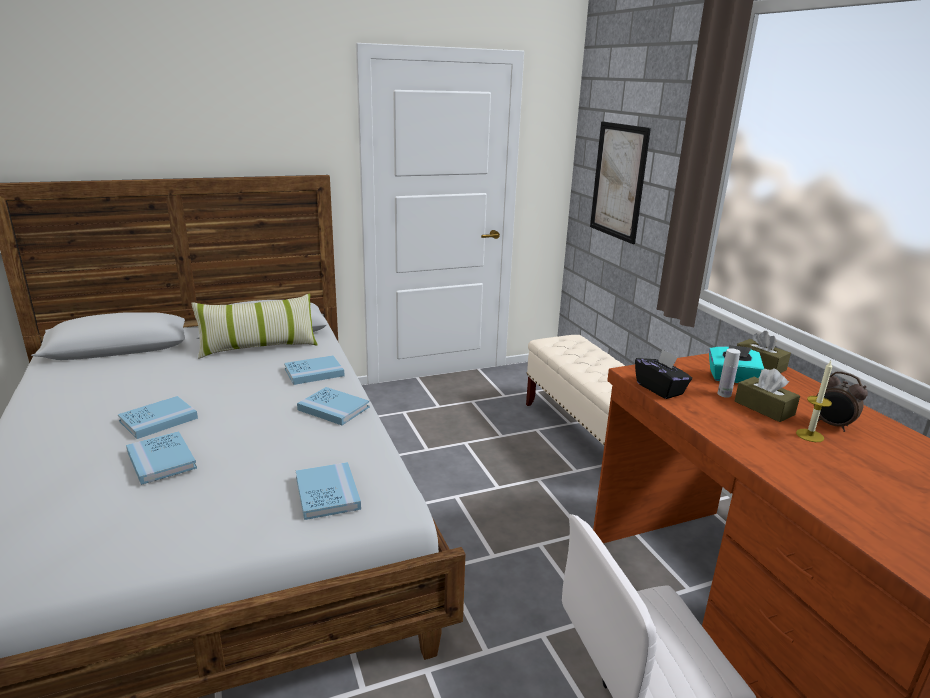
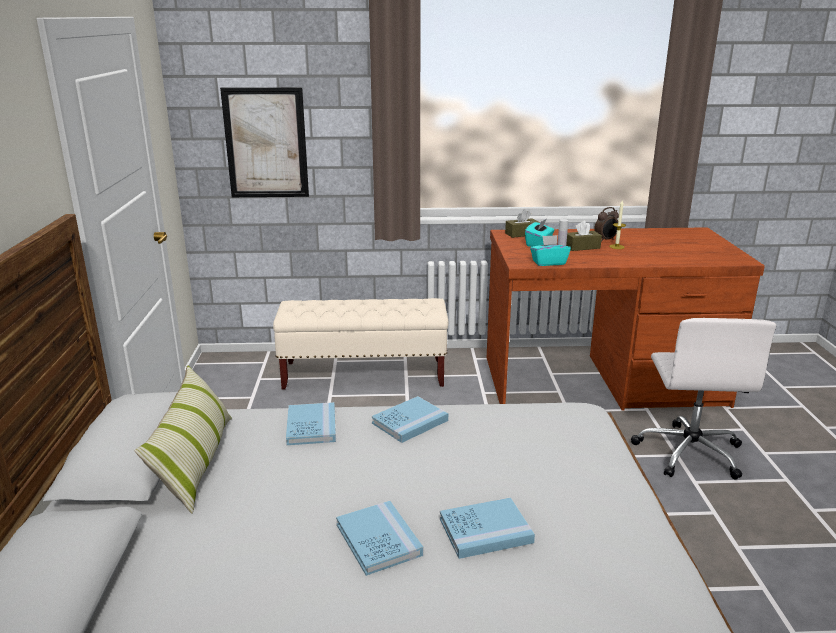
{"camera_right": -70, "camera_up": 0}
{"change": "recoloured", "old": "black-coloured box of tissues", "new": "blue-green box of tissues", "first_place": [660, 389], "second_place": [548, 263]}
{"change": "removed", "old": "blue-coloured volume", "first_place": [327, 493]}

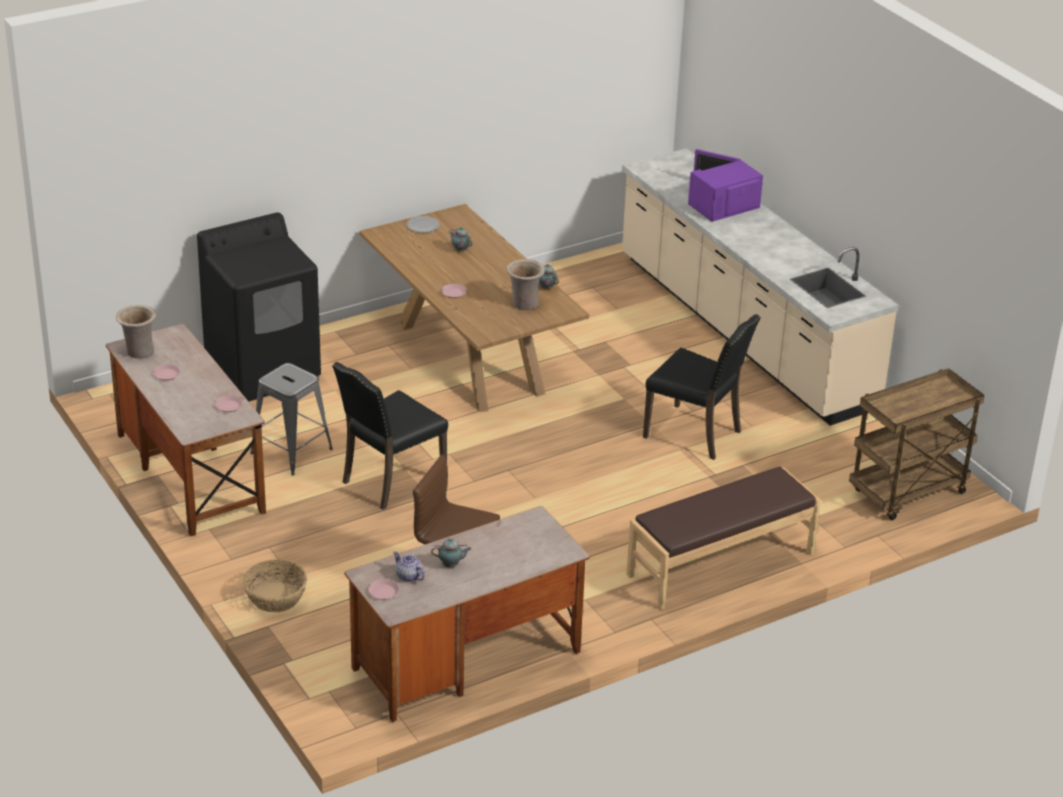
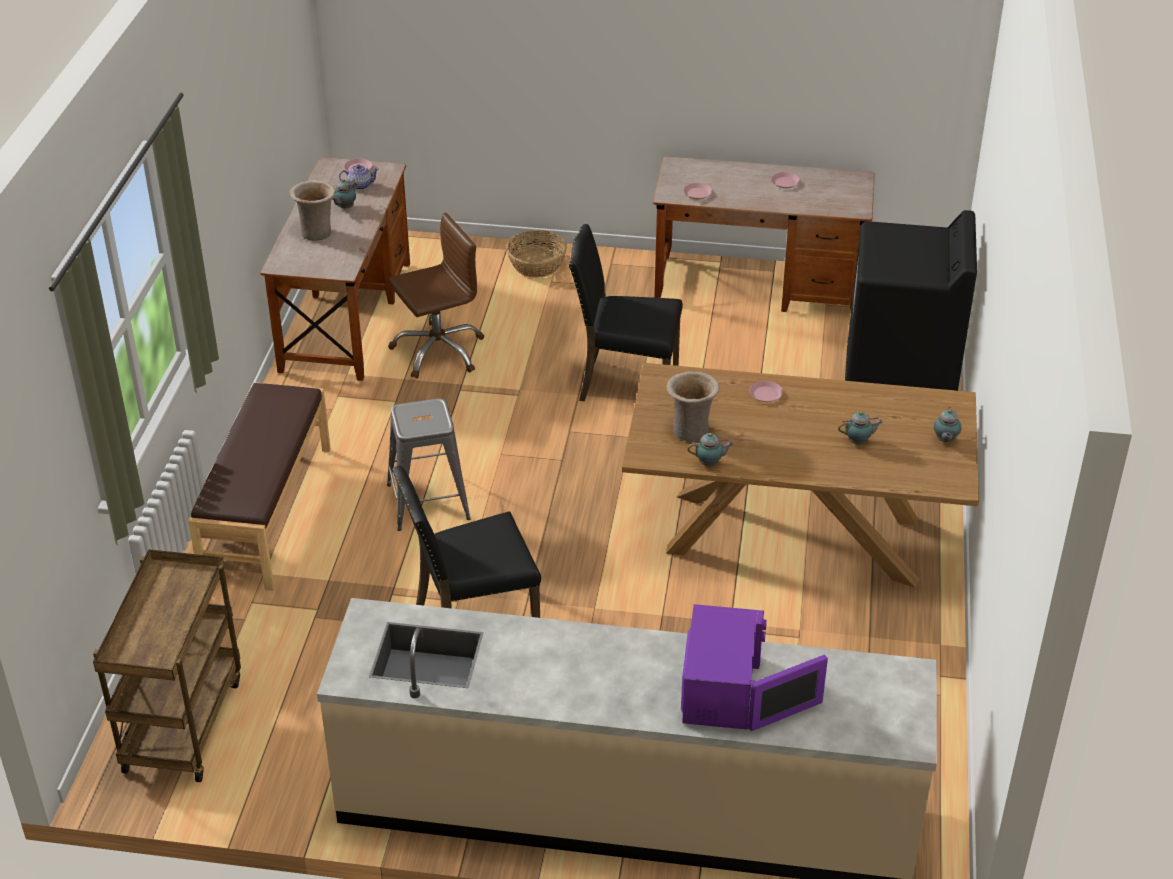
{"camera_right": 130, "camera_up": 5}
{"change": "replaced", "old": "dinner plate", "new": "teapot", "first_place": [423, 226], "second_place": [945, 441]}
{"change": "moved", "old": "sand-coloured flower vase", "first_place": [138, 352], "second_place": [317, 232]}
{"change": "turned", "old": "black-coloured plain chair", "first_place": [391, 480], "second_place": [626, 384], "degrees": -75}
{"change": "moved", "old": "greyish stool seat", "first_place": [291, 451], "second_place": [428, 501]}

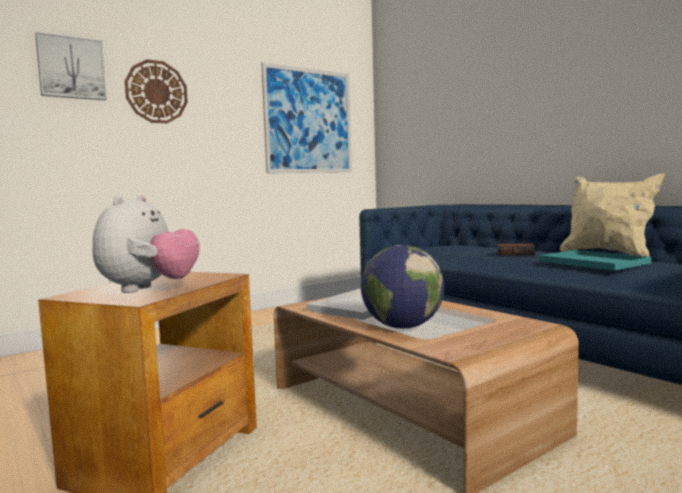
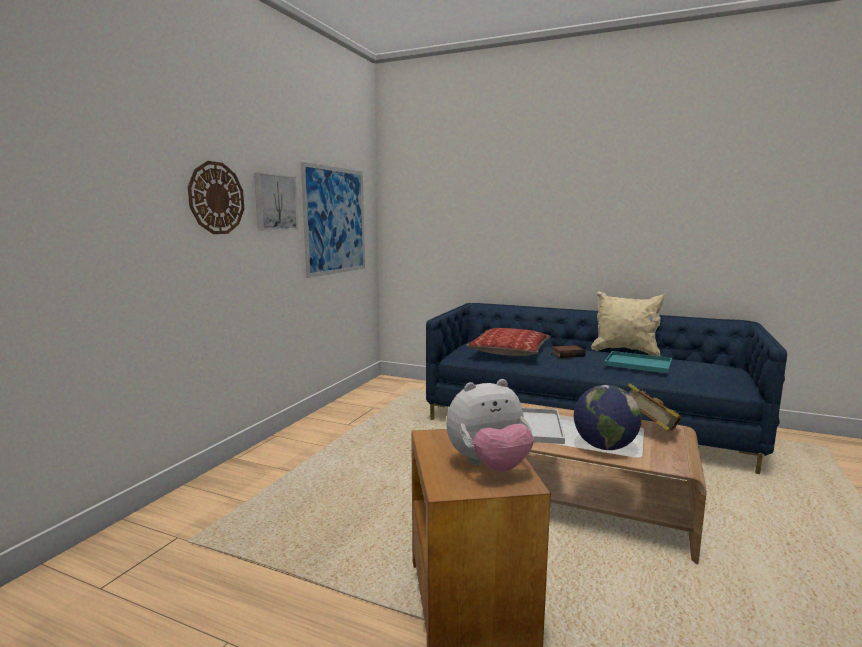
{"camera_right": -30, "camera_up": 5}
{"change": "moved", "old": "wall picture", "first_place": [71, 68], "second_place": [274, 202]}
{"change": "turned", "old": "plush toy", "first_place": [149, 289], "second_place": [489, 466], "degrees": 90}
{"change": "added", "new": "throw pillow", "second_place": [509, 351]}
{"change": "added", "new": "volume", "second_place": [648, 430]}

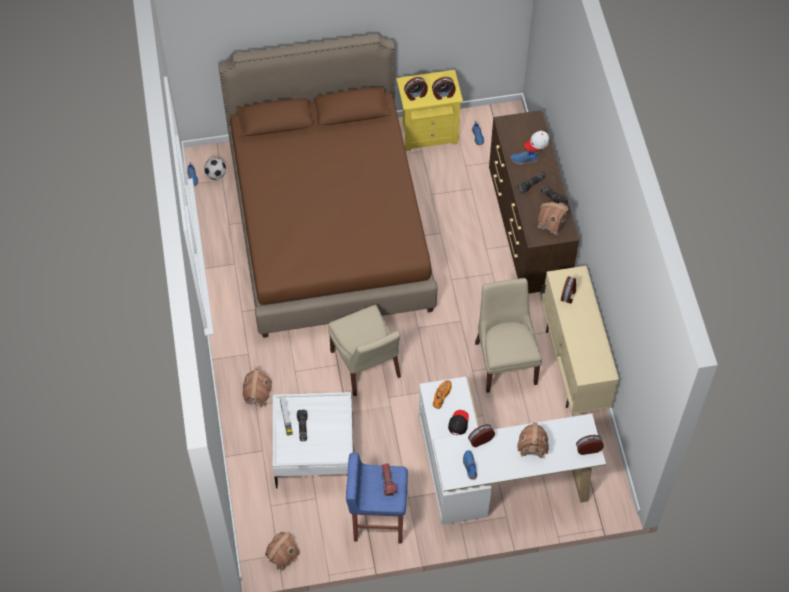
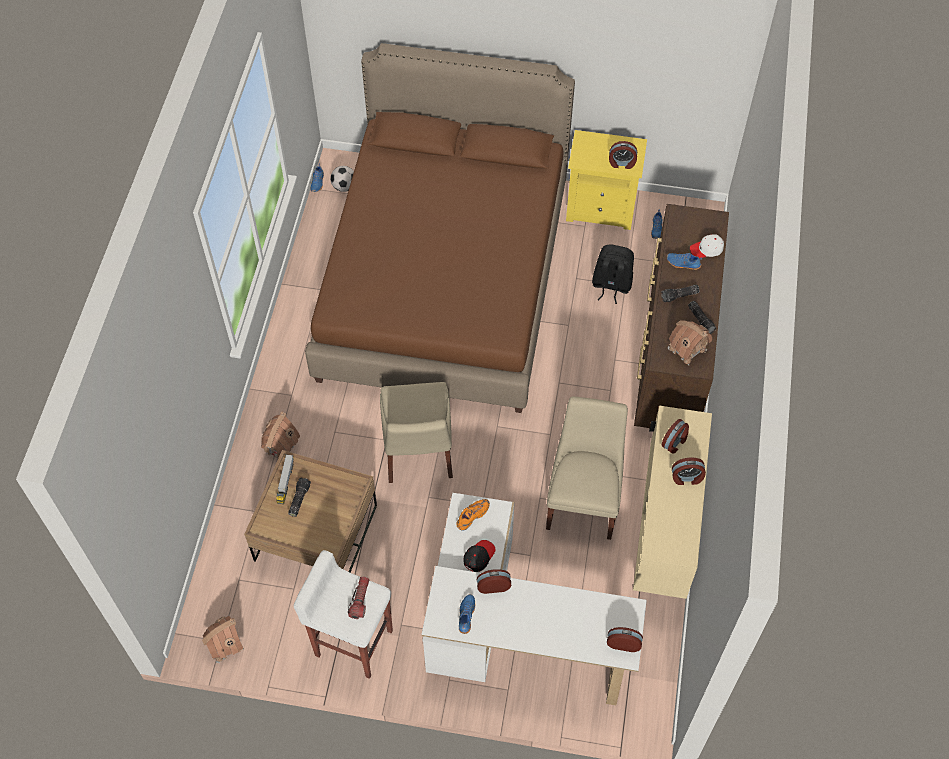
{"camera_right": 20, "camera_up": 0}
{"change": "moved", "old": "alarm clock", "first_place": [416, 95], "second_place": [687, 478]}
{"change": "recoloured", "old": "white-coloured lounge table", "new": "brown lounge table", "first_place": [314, 452], "second_place": [316, 533]}
{"change": "removed", "old": "toy house", "first_place": [532, 447]}
{"change": "recoloured", "old": "blue-coloured stool seat", "new": "white-coloured stool seat", "first_place": [378, 521], "second_place": [353, 641]}
{"change": "added", "new": "black-coloured knapsack", "second_place": [611, 285]}

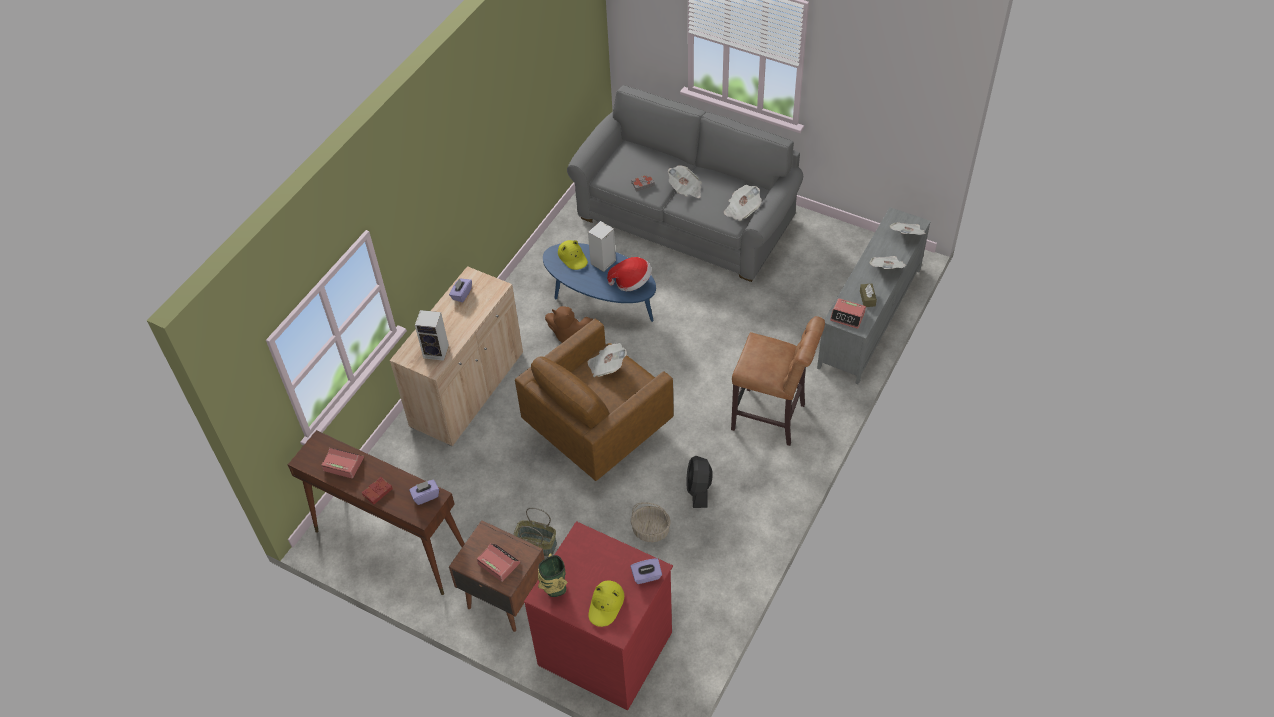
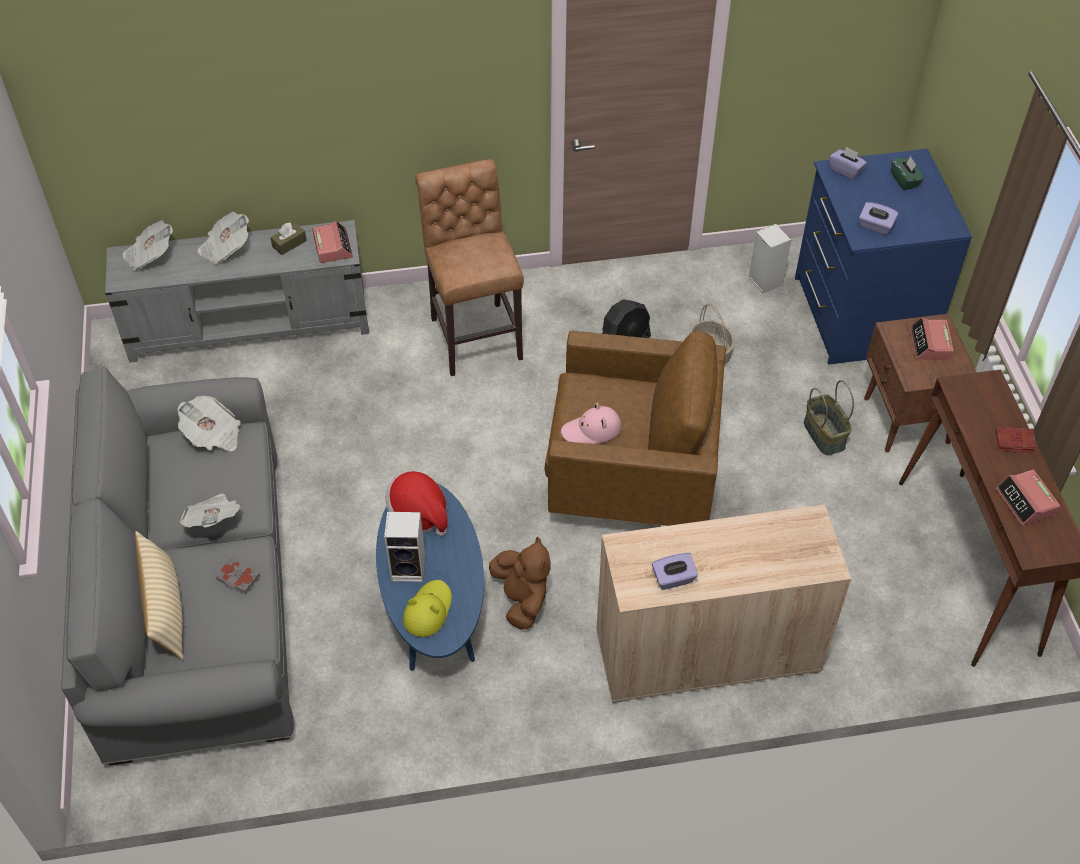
{"camera_right": -130, "camera_up": 0}
{"change": "moved", "old": "audio speaker", "first_place": [437, 351], "second_place": [764, 280]}
{"change": "replaced", "old": "newspaper", "new": "pink wearable hat", "first_place": [606, 366], "second_place": [592, 430]}
{"change": "moved", "old": "purplish box of tissues", "first_place": [425, 496], "second_place": [875, 226]}
{"change": "recoloured", "old": "red-coloured dresser", "new": "blue-coloured dresser", "first_place": [606, 646], "second_place": [860, 314]}
{"change": "removed", "old": "flower vase", "first_place": [554, 589]}
{"change": "replaced", "old": "yellow-coloured wearable hat", "new": "green box of tissues", "first_place": [606, 605], "second_place": [904, 180]}
{"change": "added", "new": "sand-coloured throw pillow", "second_place": [166, 609]}

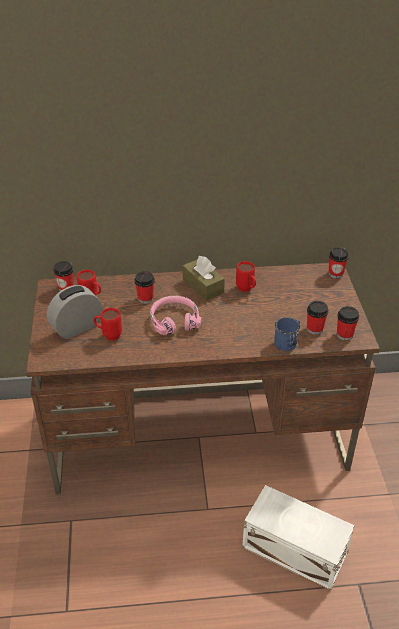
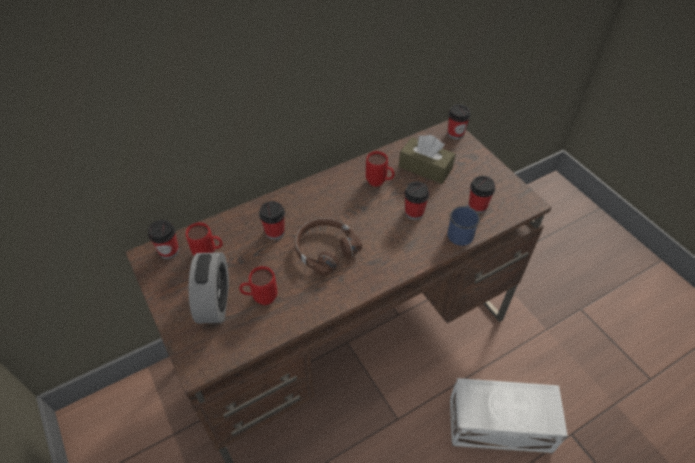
{"camera_right": -25, "camera_up": 10}
{"change": "moved", "old": "brown box of tissues", "first_place": [203, 286], "second_place": [425, 168]}
{"change": "turned", "old": "alarm clock", "first_place": [77, 327], "second_place": [215, 302], "degrees": 150}
{"change": "recoloured", "old": "pink pair of headphones", "new": "brown pair of headphones", "first_place": [174, 320], "second_place": [325, 249]}
{"change": "moved", "old": "cup", "first_place": [344, 334], "second_place": [414, 213]}

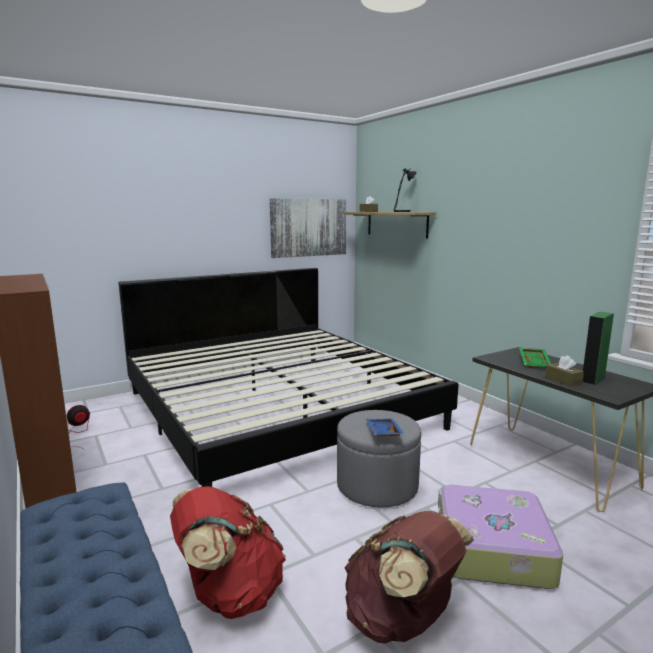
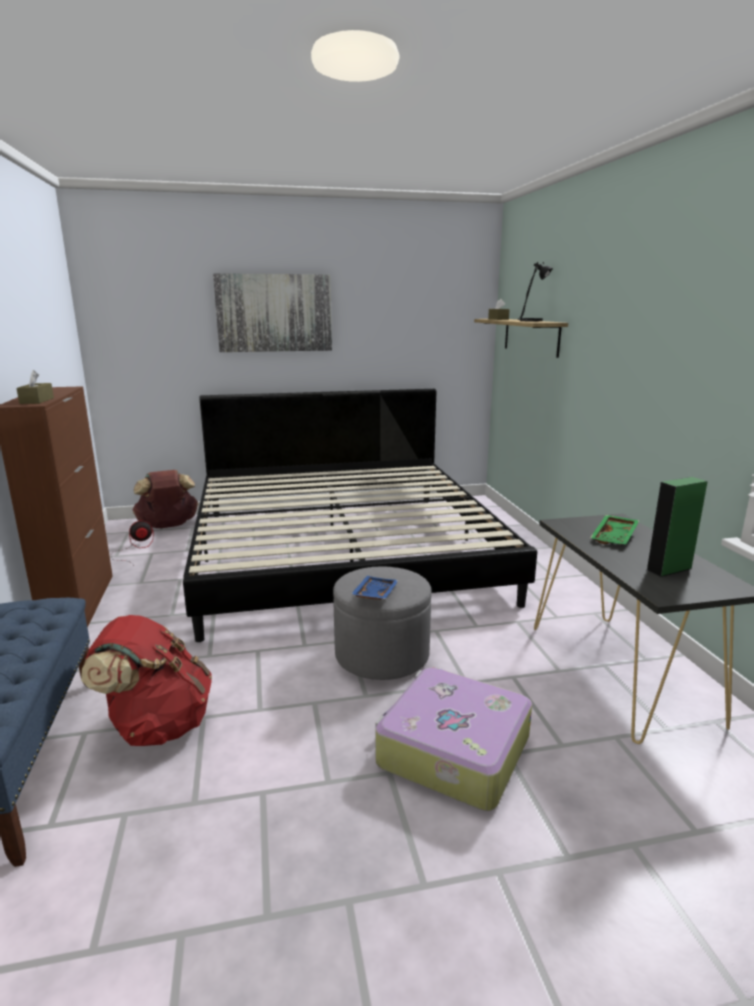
{"camera_right": 20, "camera_up": 5}
{"change": "moved", "old": "wall picture", "first_place": [309, 227], "second_place": [274, 313]}
{"change": "moved", "old": "brown box of tissues", "first_place": [563, 380], "second_place": [37, 401]}
{"change": "moved", "old": "brown knapsack", "first_place": [401, 620], "second_place": [168, 526]}

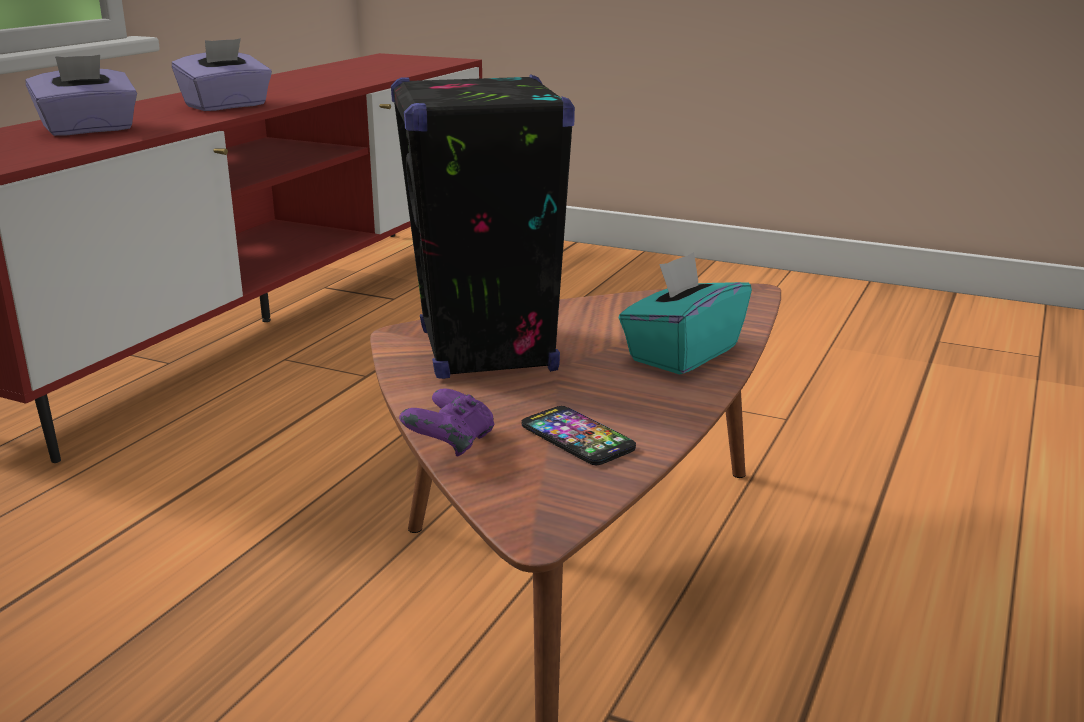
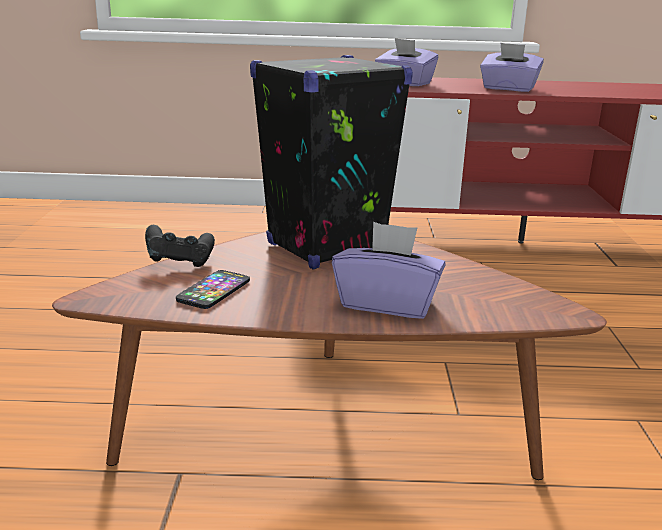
{"camera_right": 65, "camera_up": 0}
{"change": "recoloured", "old": "blue-green box of tissues", "new": "purplish box of tissues", "first_place": [682, 354], "second_place": [387, 303]}
{"change": "recoloured", "old": "purplish joypad", "new": "black-coloured joypad", "first_place": [450, 446], "second_place": [180, 262]}

